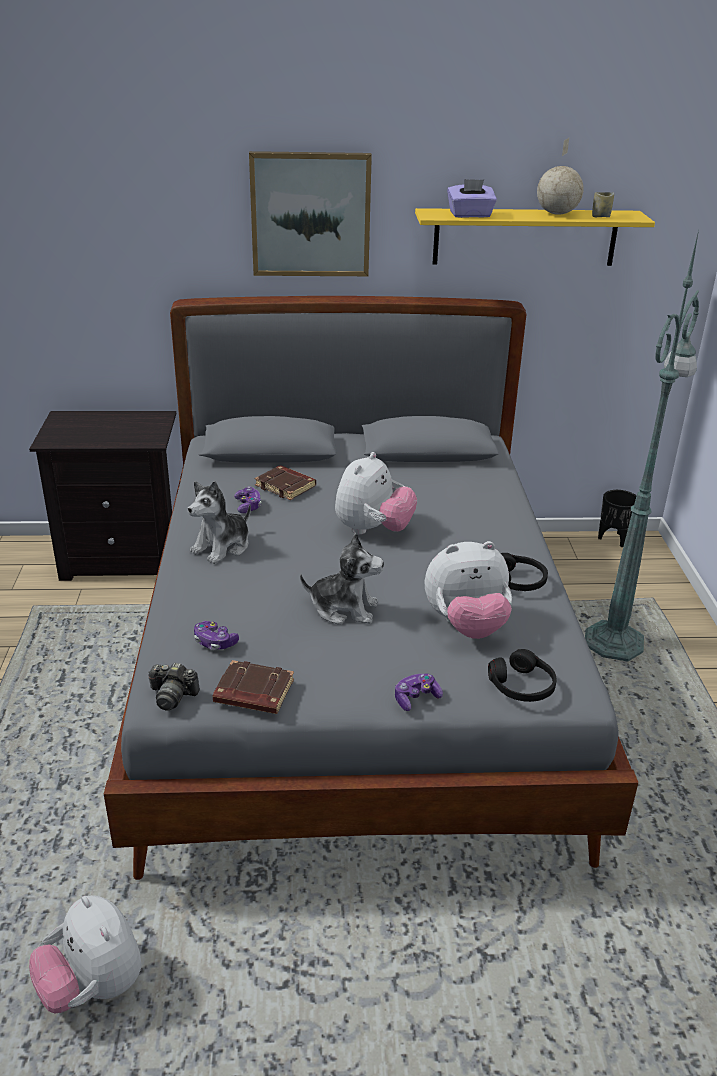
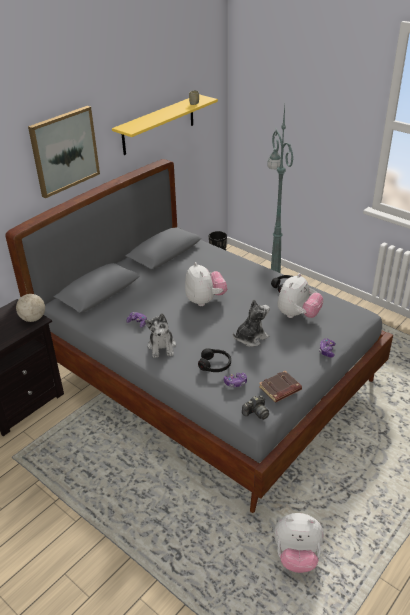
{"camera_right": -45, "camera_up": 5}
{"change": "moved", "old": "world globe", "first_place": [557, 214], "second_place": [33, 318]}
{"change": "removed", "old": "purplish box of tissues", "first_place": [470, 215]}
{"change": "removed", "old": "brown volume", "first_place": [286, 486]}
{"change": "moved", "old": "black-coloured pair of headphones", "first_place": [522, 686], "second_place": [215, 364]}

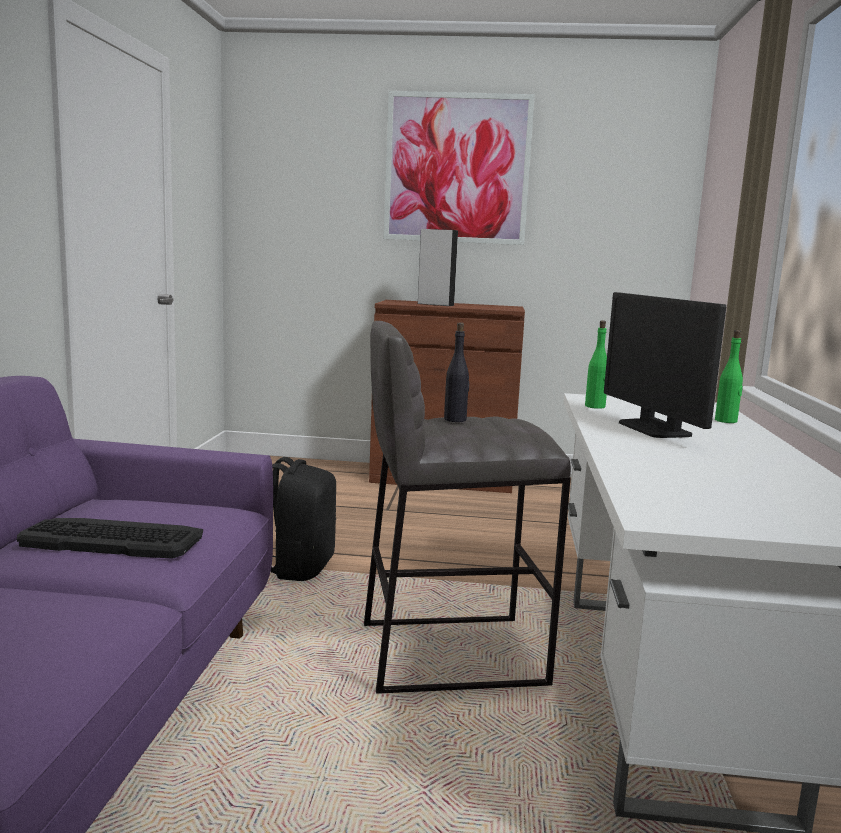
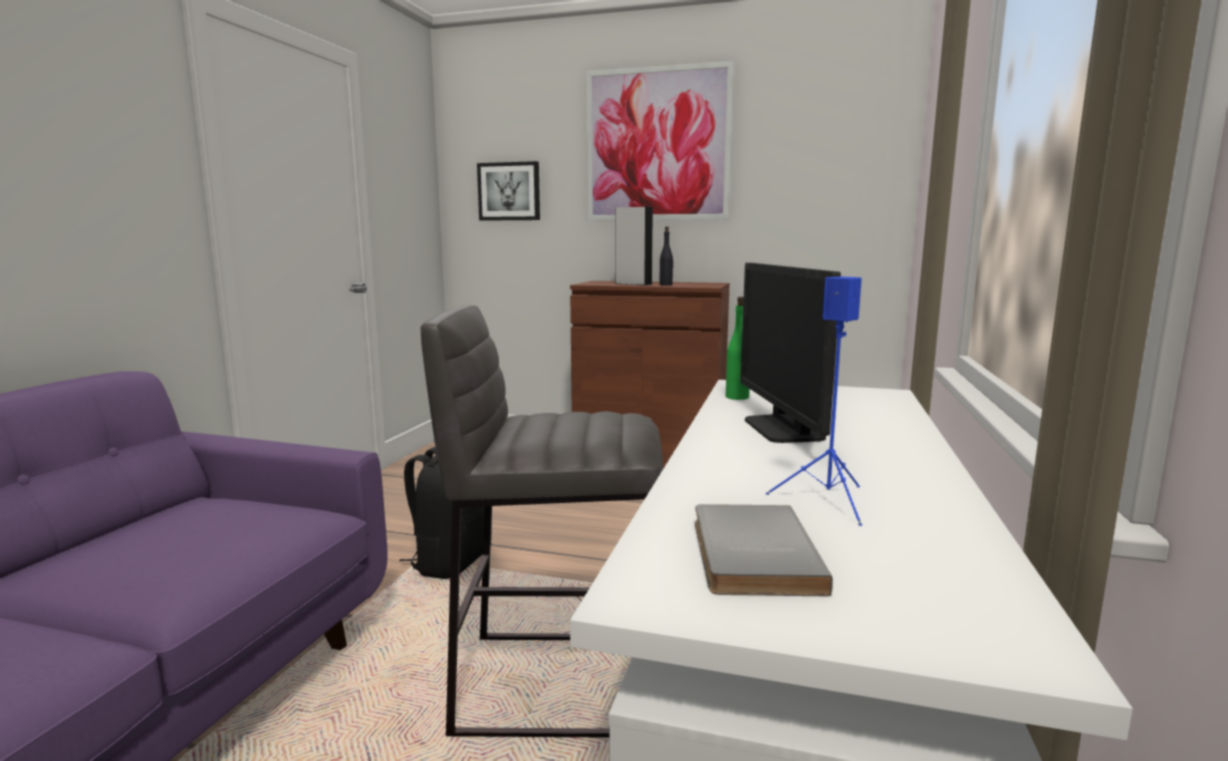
{"camera_right": 10, "camera_up": 0}
{"change": "moved", "old": "black-coloured drink bottle", "first_place": [455, 420], "second_place": [666, 285]}
{"change": "removed", "old": "green drink bottle", "first_place": [726, 421]}
{"change": "removed", "old": "computer keyboard", "first_place": [112, 538]}
{"change": "added", "new": "wall picture", "second_place": [509, 191]}
{"change": "added", "new": "blue-coloured audio speaker", "second_place": [829, 501]}
{"change": "added", "new": "greyish volume", "second_place": [748, 554]}

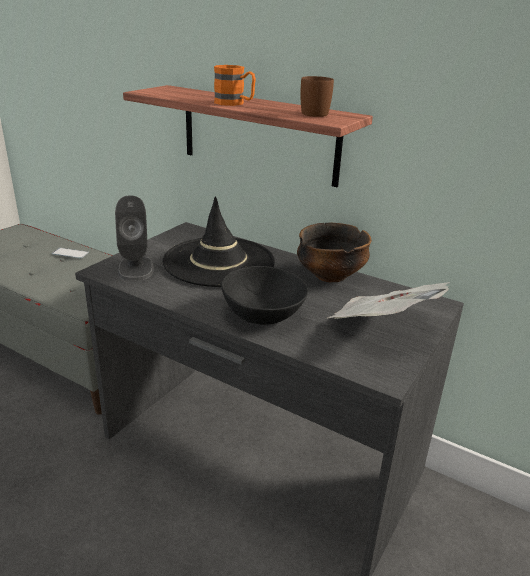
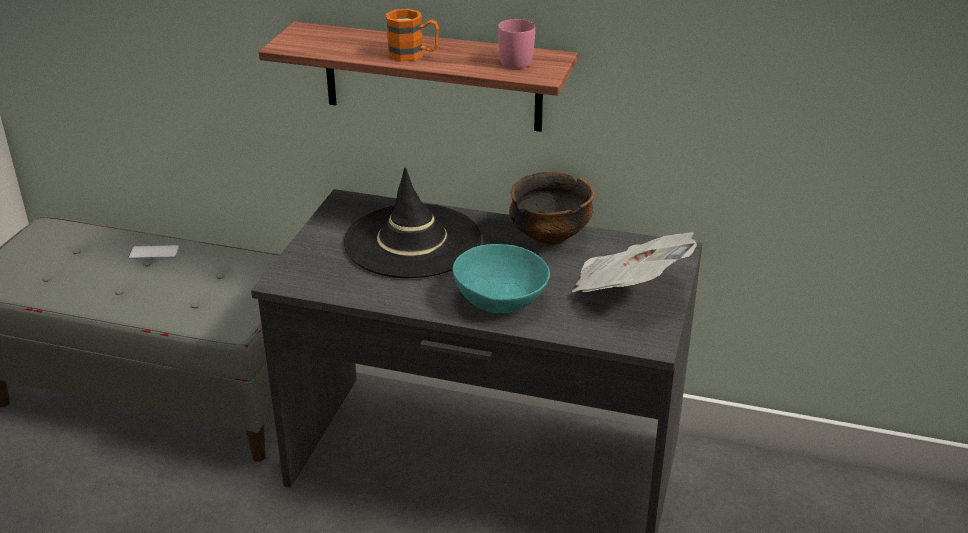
{"camera_right": -15, "camera_up": 5}
{"change": "recoloured", "old": "brown mug", "new": "pink mug", "first_place": [313, 113], "second_place": [513, 60]}
{"change": "removed", "old": "greyish audio speaker", "first_place": [135, 268]}
{"change": "recoloured", "old": "black-coloured deep dish", "new": "blue-green deep dish", "first_place": [263, 314], "second_place": [500, 300]}

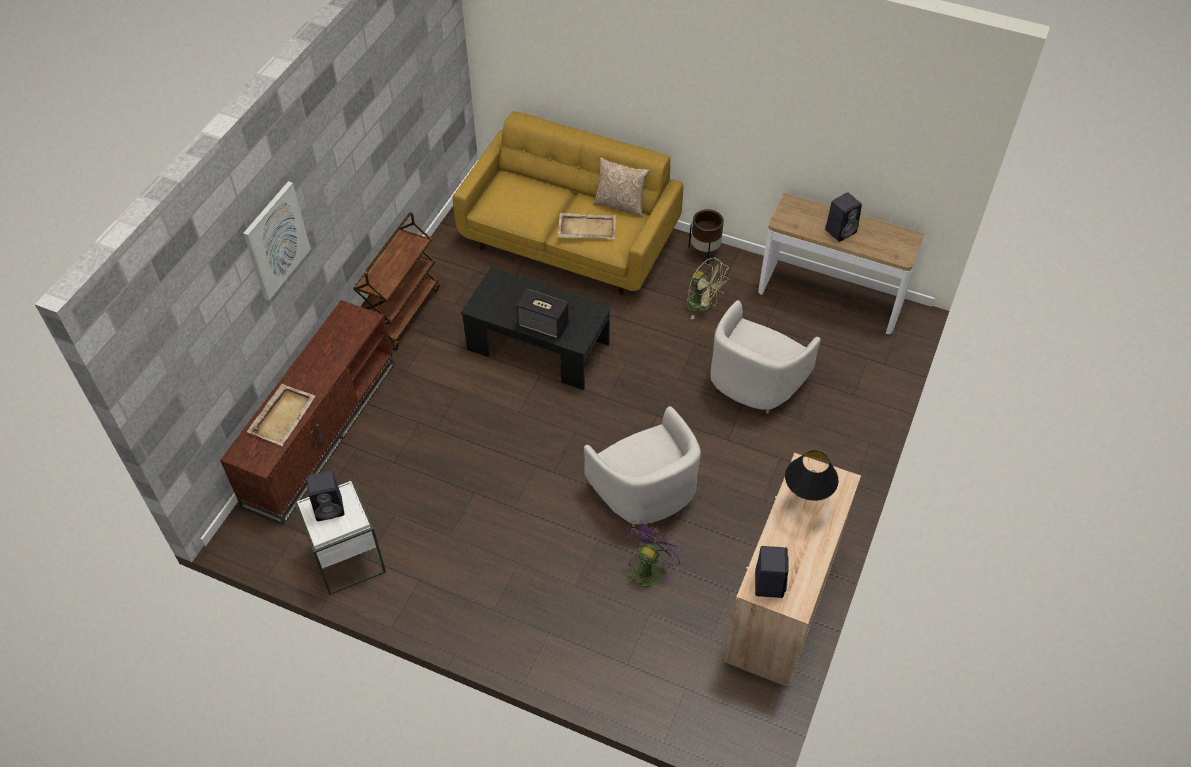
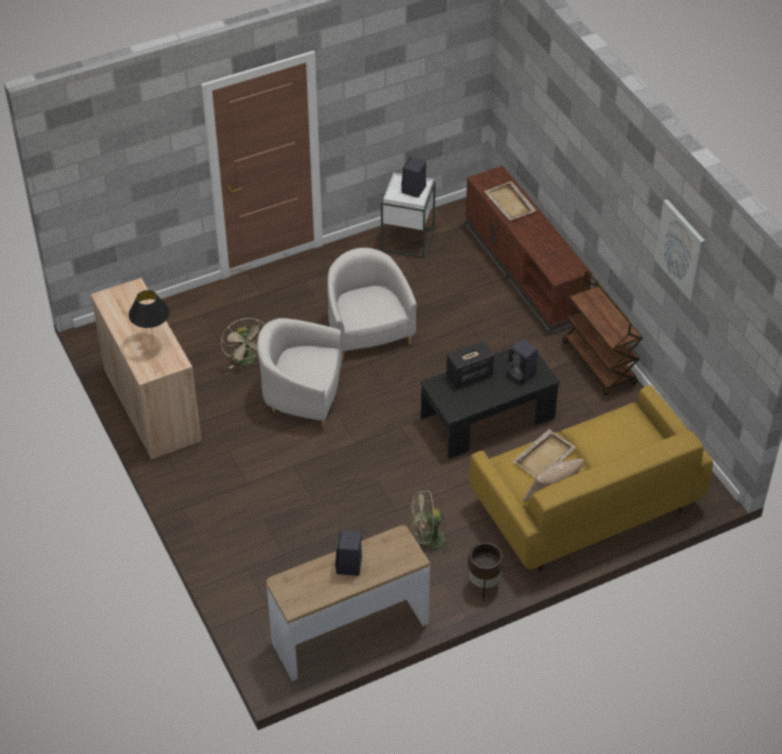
{"camera_right": 130, "camera_up": -5}
{"change": "moved", "old": "wall picture", "first_place": [276, 240], "second_place": [681, 249]}
{"change": "moved", "old": "white-coloured easy chair", "first_place": [754, 383], "second_place": [368, 331]}
{"change": "recoloured", "old": "purplish cooling fan", "new": "sand-coloured cooling fan", "first_place": [648, 569], "second_place": [247, 361]}
{"change": "moved", "old": "black-coloured audio speaker", "first_place": [768, 582], "second_place": [522, 374]}

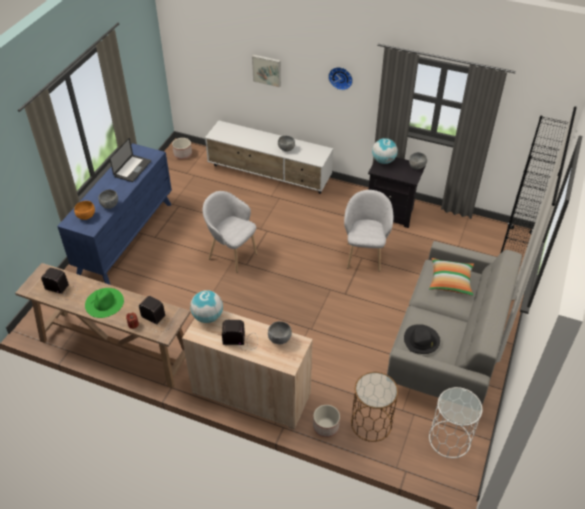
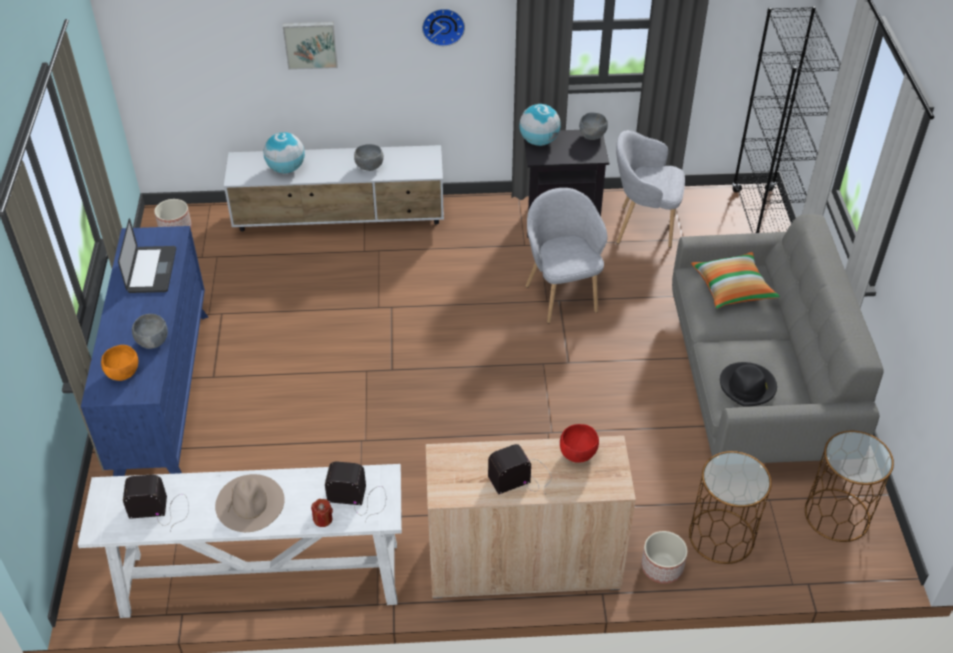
{"camera_right": -25, "camera_up": 0}
{"change": "moved", "old": "greyish easy chair", "first_place": [232, 254], "second_place": [642, 227]}
{"change": "recoloured", "old": "brown hall table", "new": "white-coloured hall table", "first_place": [114, 348], "second_place": [260, 579]}
{"change": "recoloured", "old": "green wearable hat", "new": "sand-coloured wearable hat", "first_place": [104, 302], "second_place": [250, 503]}
{"change": "moved", "old": "world globe", "first_place": [208, 317], "second_place": [286, 169]}
{"change": "recoloured", "old": "greyish deep dish", "new": "red-coloured deep dish", "first_place": [279, 339], "second_place": [577, 454]}
{"change": "recoloured", "old": "white-coloured side table", "new": "brown side table", "first_place": [449, 439], "second_place": [837, 515]}

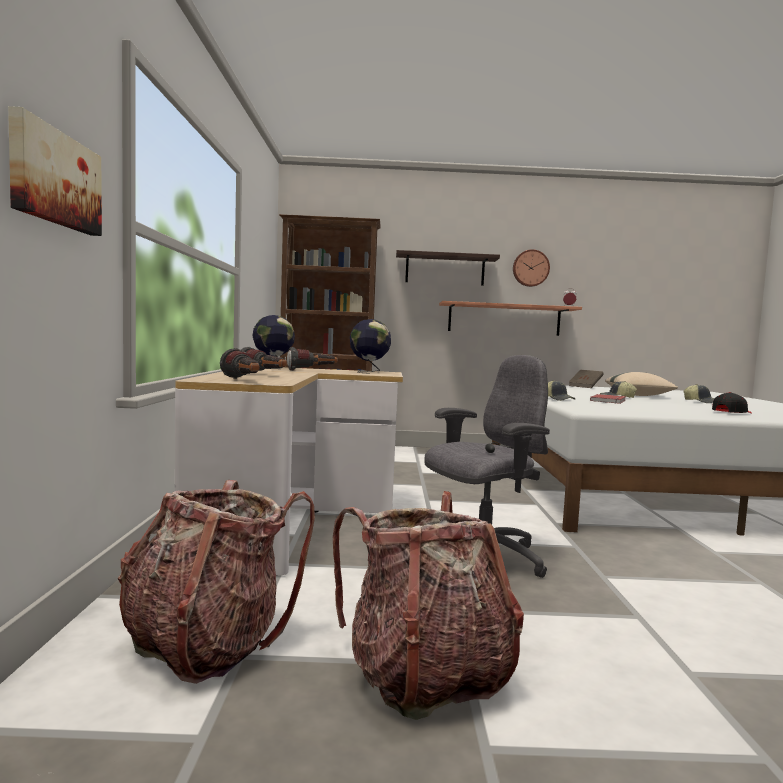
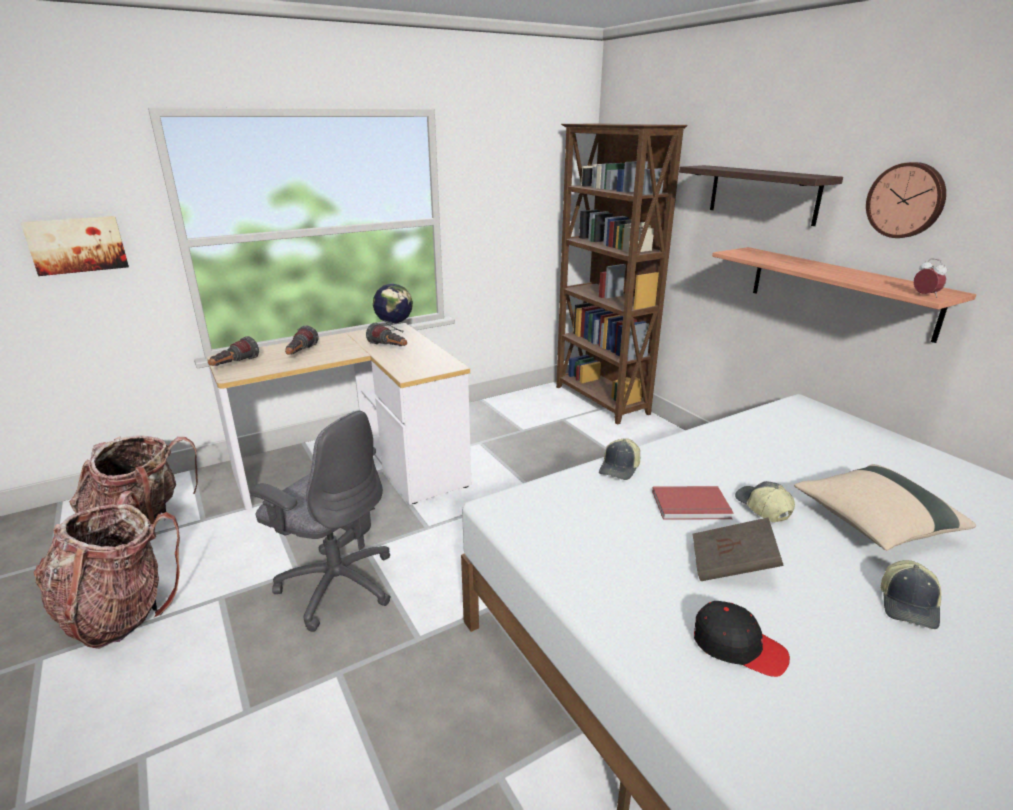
{"camera_right": 60, "camera_up": 20}
{"change": "removed", "old": "world globe", "first_place": [369, 372]}
{"change": "moved", "old": "brown volume", "first_place": [585, 386], "second_place": [732, 566]}

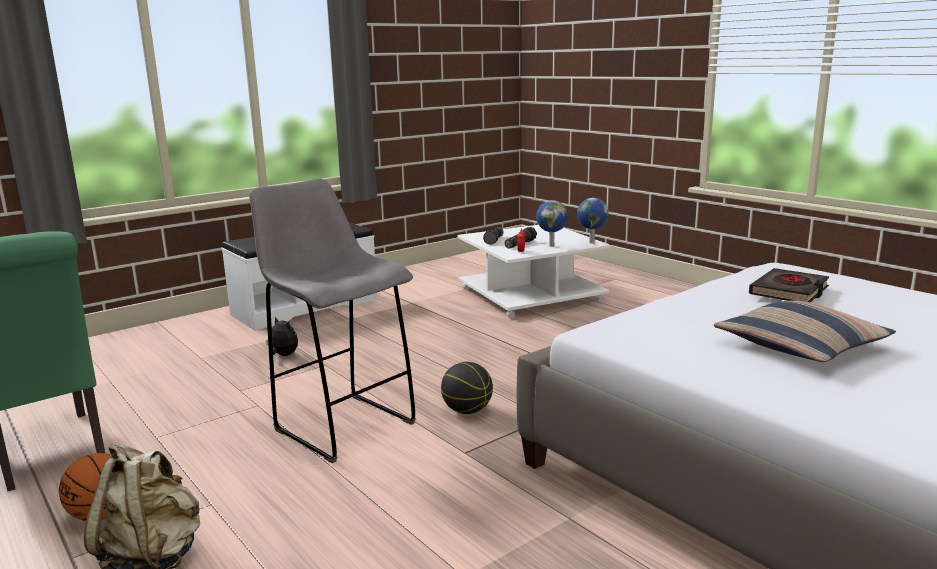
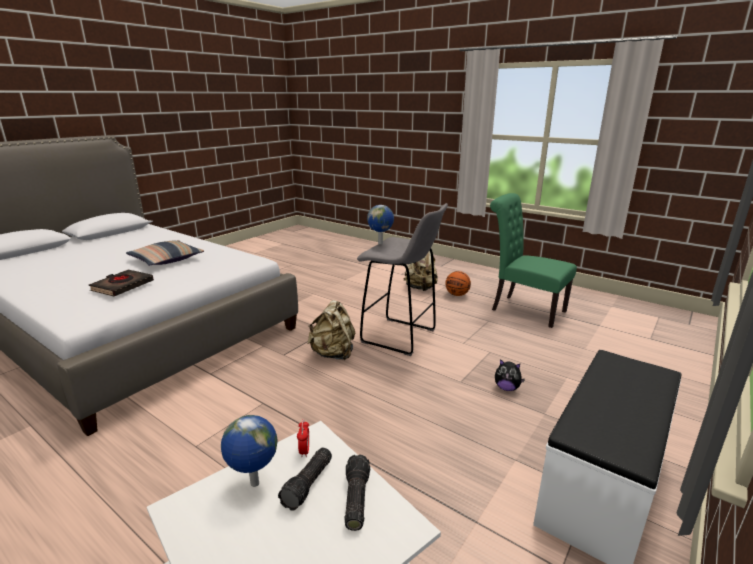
{"camera_right": 165, "camera_up": 5}
{"change": "moved", "old": "world globe", "first_place": [591, 242], "second_place": [381, 243]}
{"change": "replaced", "old": "basketball", "new": "sand-coloured knapsack", "first_place": [467, 410], "second_place": [333, 354]}

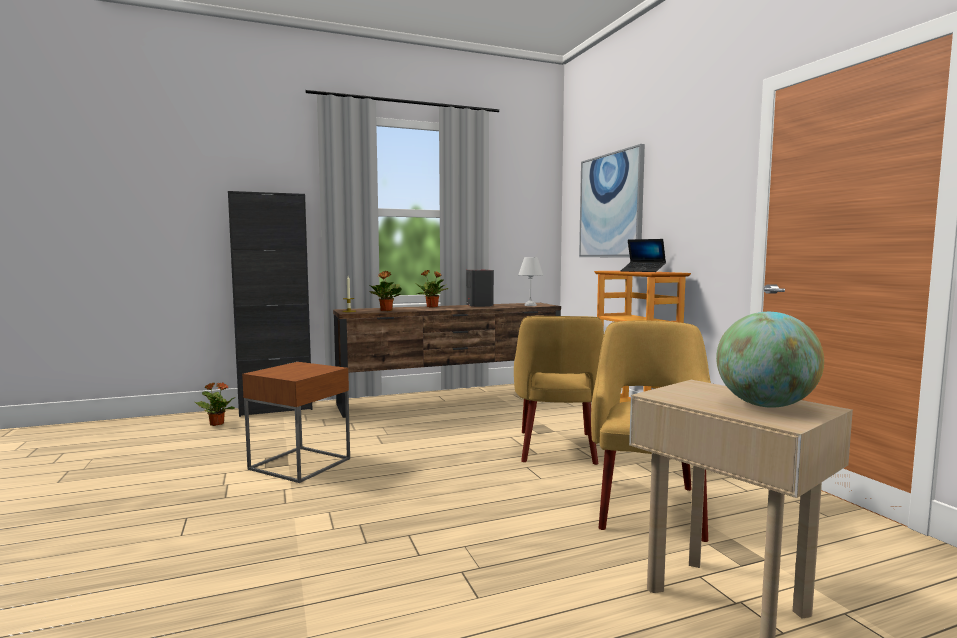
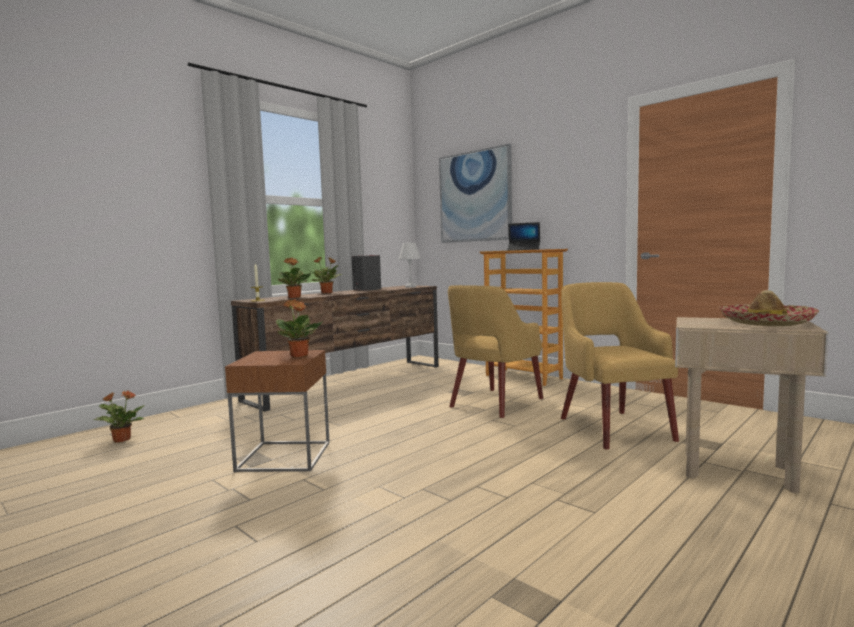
{"camera_right": -25, "camera_up": 0}
{"change": "removed", "old": "black-coloured cabinet", "first_place": [276, 409]}
{"change": "replaced", "old": "world globe", "new": "wearable hat", "first_place": [765, 405], "second_place": [765, 323]}
{"change": "turned", "old": "yellow-coloured easy chair", "first_place": [557, 448], "second_place": [494, 403], "degrees": 60}
{"change": "added", "new": "plant in a pot", "second_place": [299, 356]}

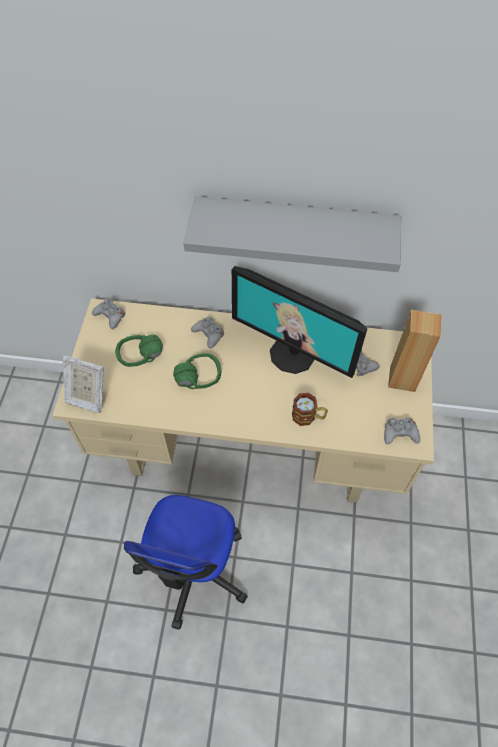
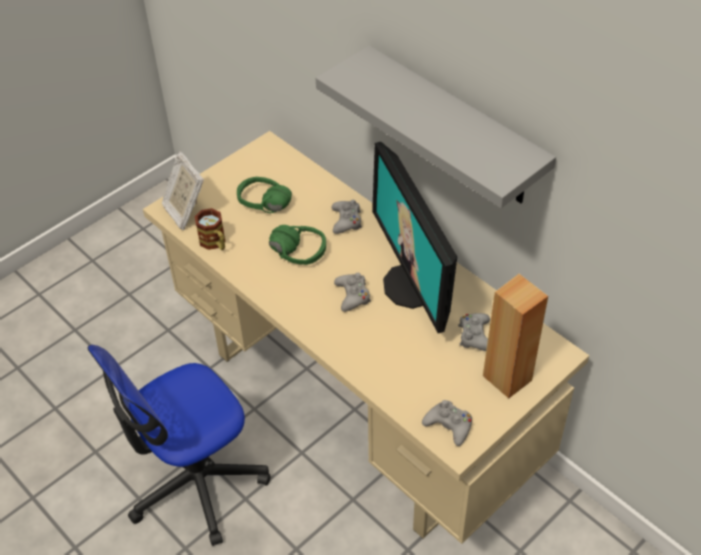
{"camera_right": 40, "camera_up": -10}
{"change": "moved", "old": "greyish joypad", "first_place": [110, 316], "second_place": [353, 295]}
{"change": "moved", "old": "mug", "first_place": [308, 417], "second_place": [215, 243]}

